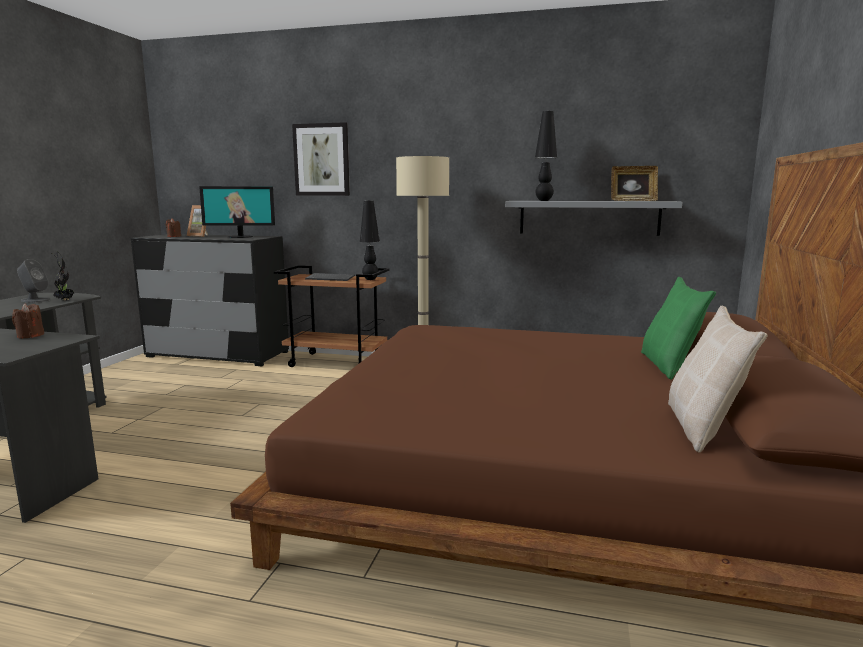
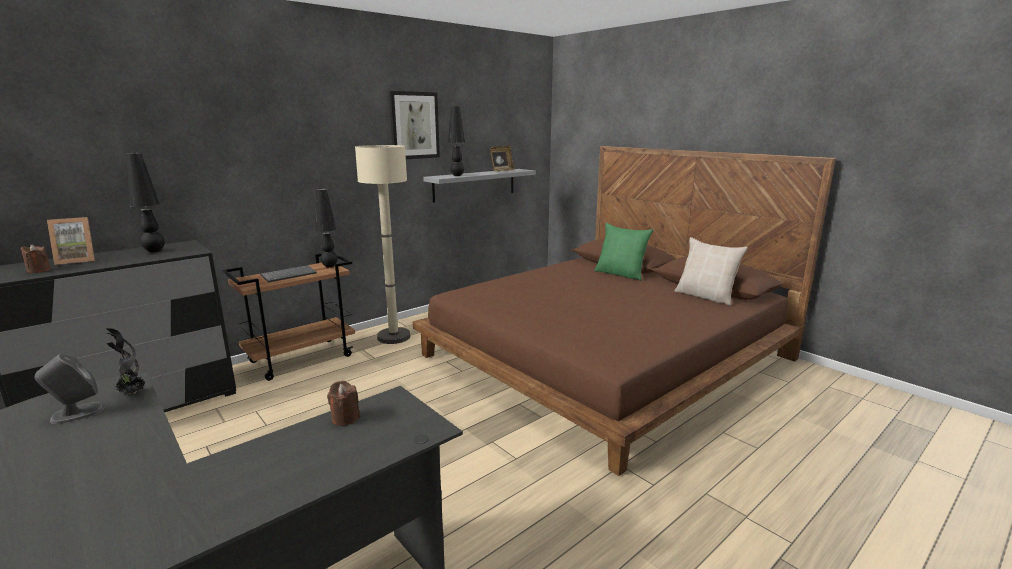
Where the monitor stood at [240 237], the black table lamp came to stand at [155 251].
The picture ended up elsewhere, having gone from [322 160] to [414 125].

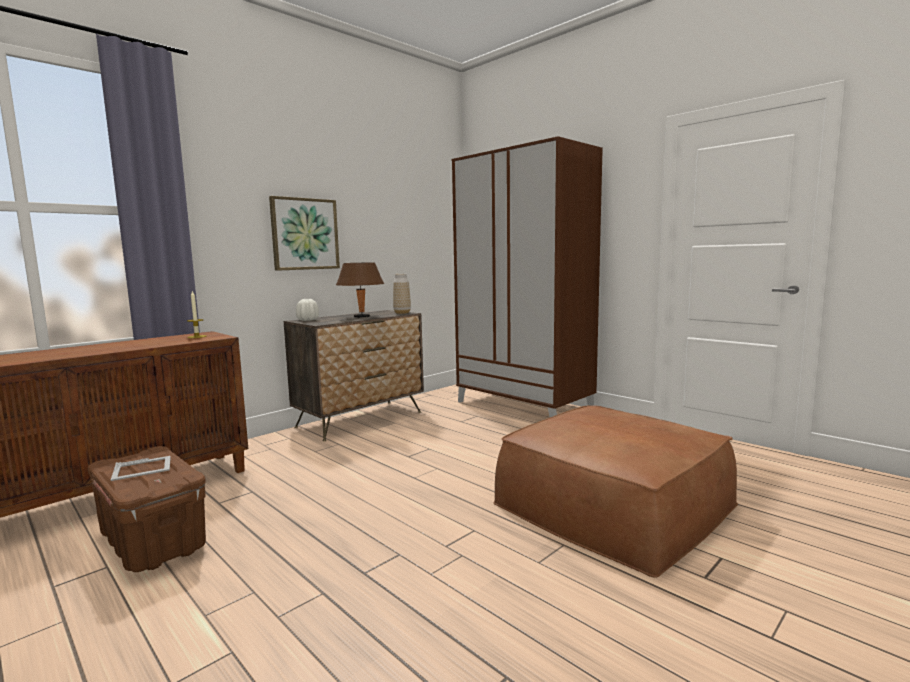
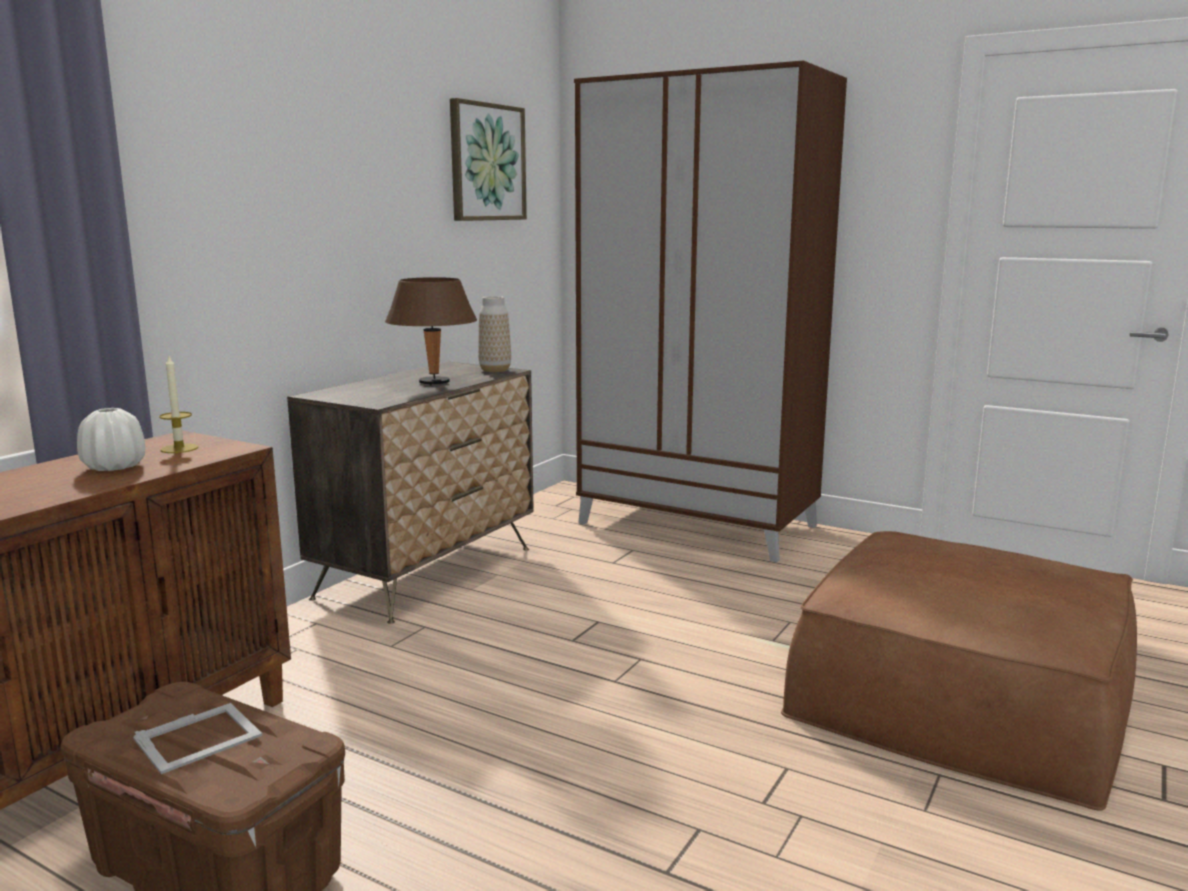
The white vase ended up elsewhere, having gone from [308 320] to [115 467].
The picture ended up elsewhere, having gone from [304 234] to [486 162].

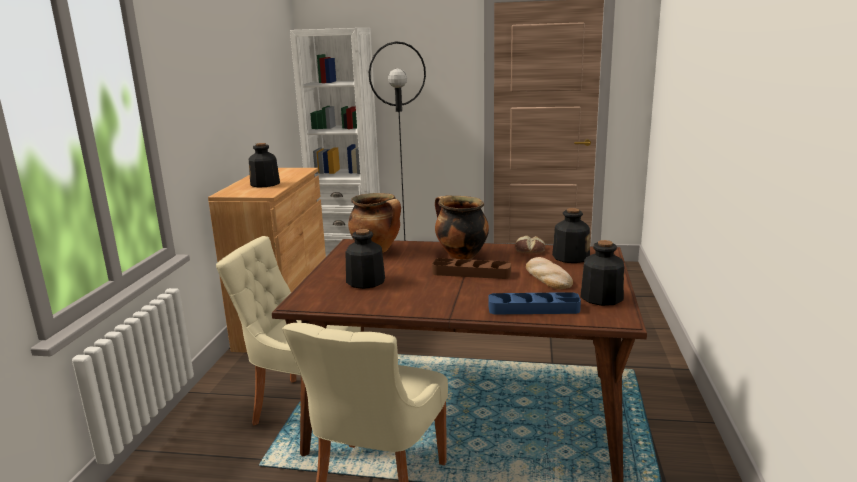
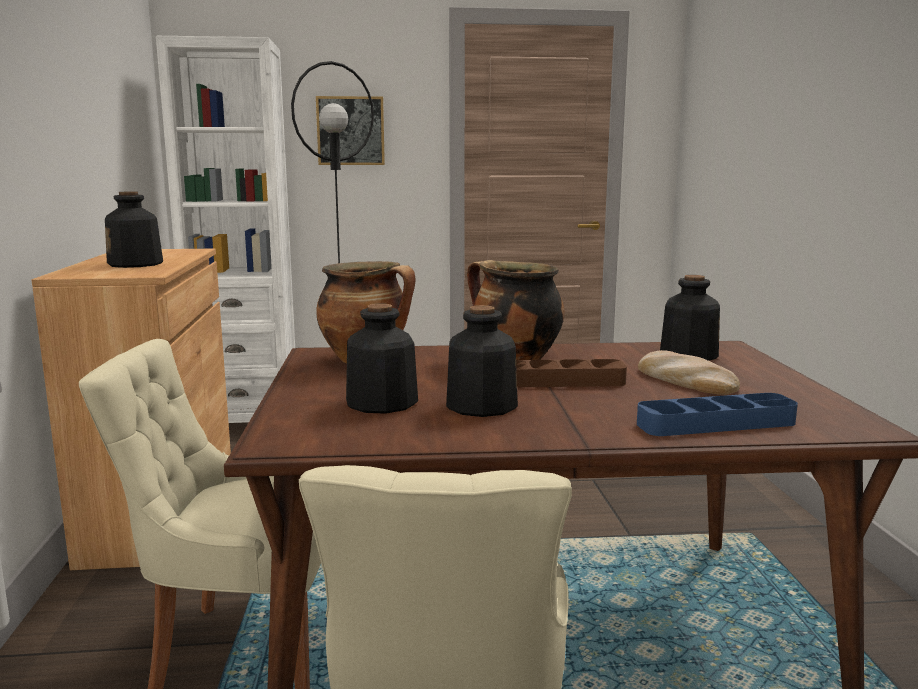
The second view gained the picture at [350 131].
The bottle ended up elsewhere, having gone from [601 297] to [480 406].
The second view lost the bread at [529 250].

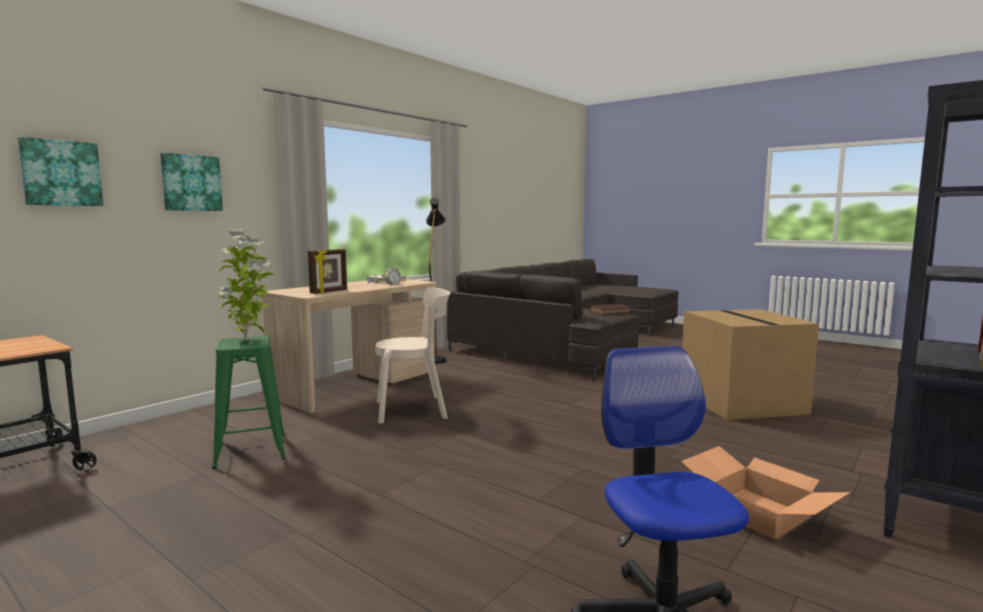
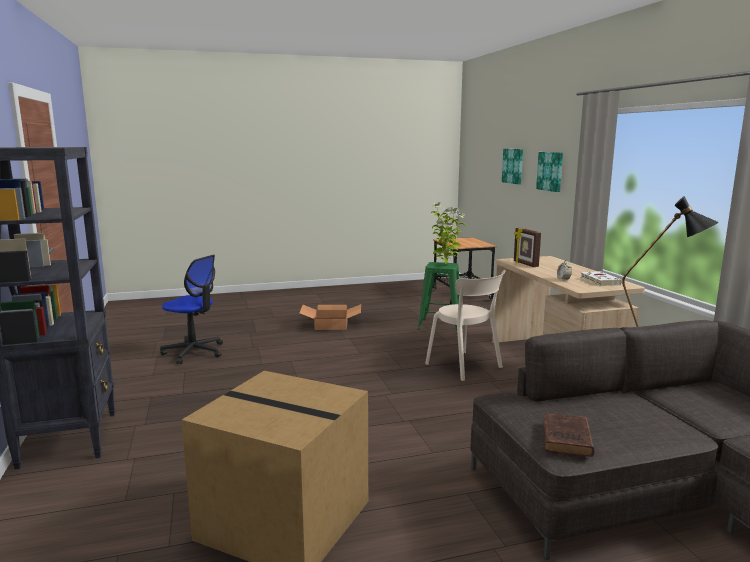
The cardboard box ended up elsewhere, having gone from [755 512] to [332 324].
The beige chair at [415 409] ended up facing another way, 60 degrees counterclockwise from before.

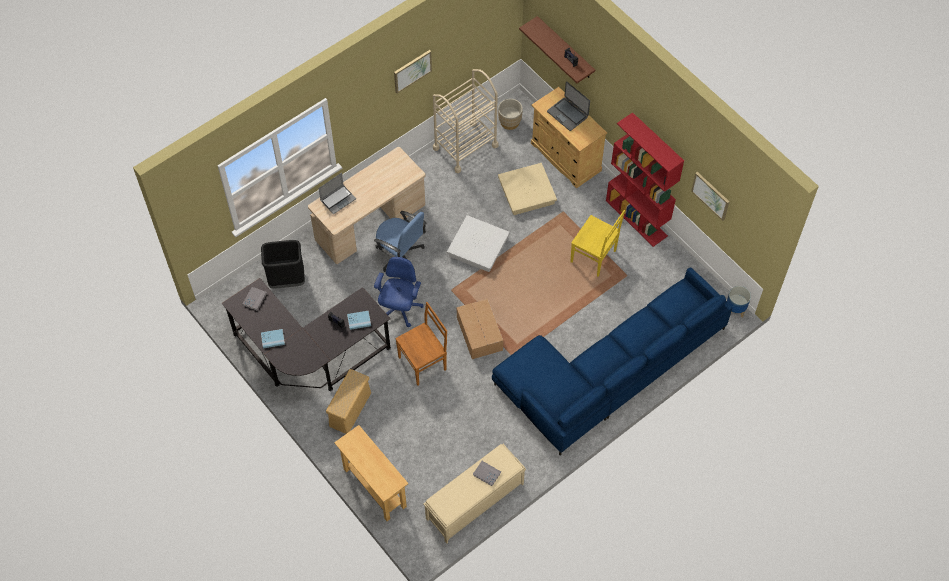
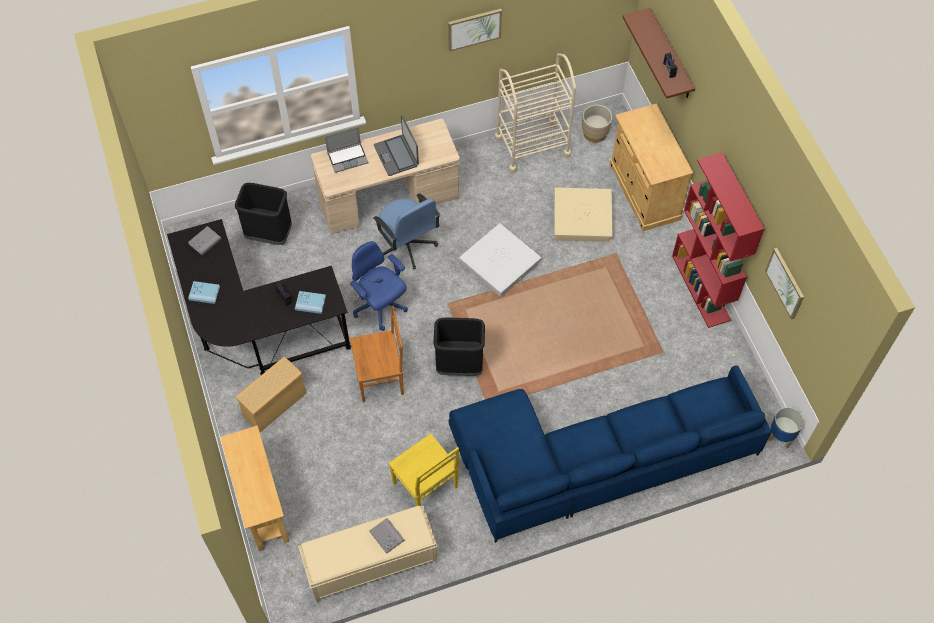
The blue office chair at [399 309] ended up facing another way, 75 degrees counterclockwise from before.
The laptop ended up elsewhere, having gone from [568 114] to [396 155].
The yellow chair ended up elsewhere, having gone from [594 257] to [426 487].
Where the cardboard box stood at [479 334], the black trash can came to stand at [459 366].

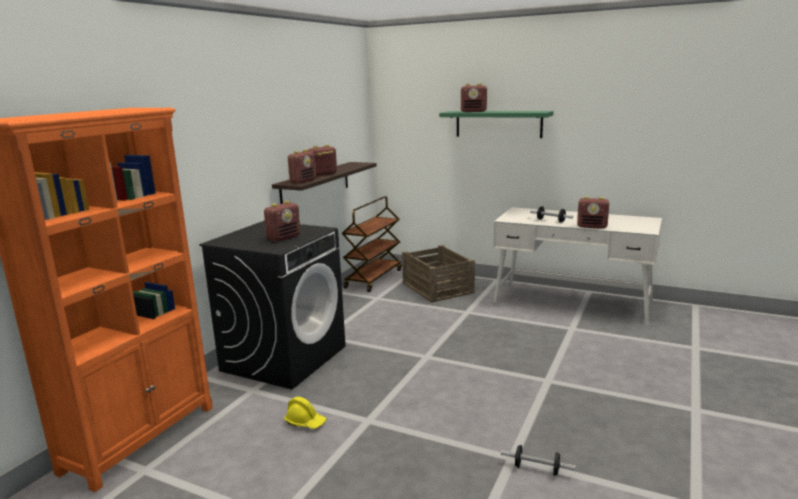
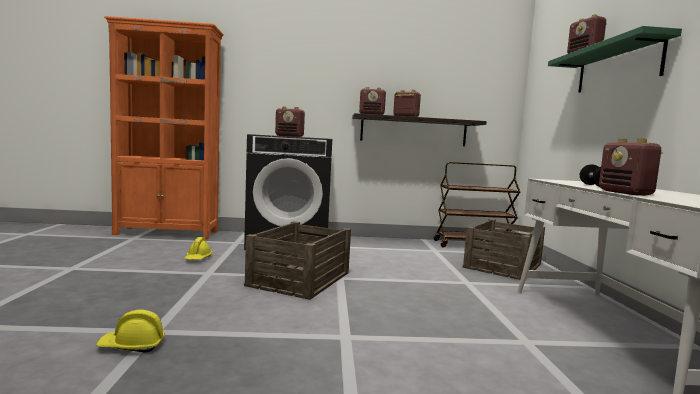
Where the dumbbell stood at [537 469], the yellow hard hat came to stand at [132 346].
The second view gained the crate at [300 279].

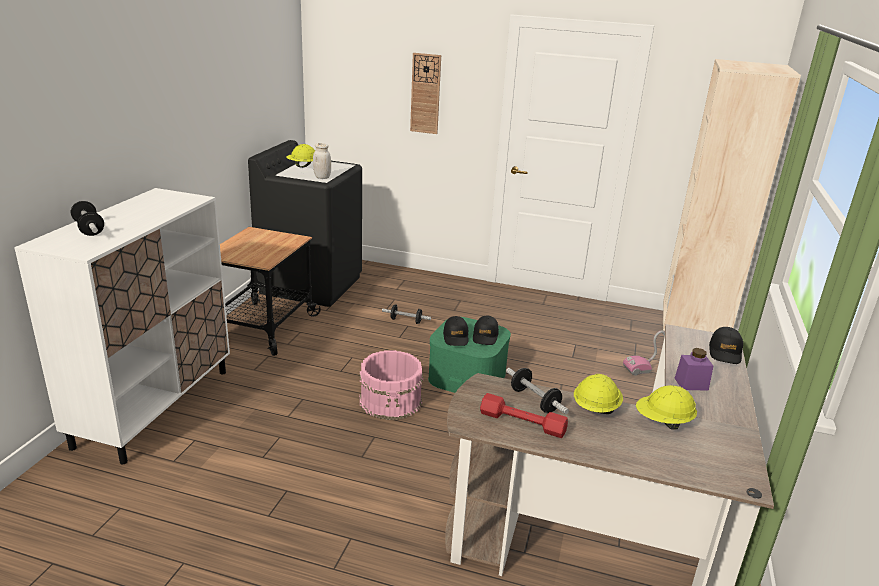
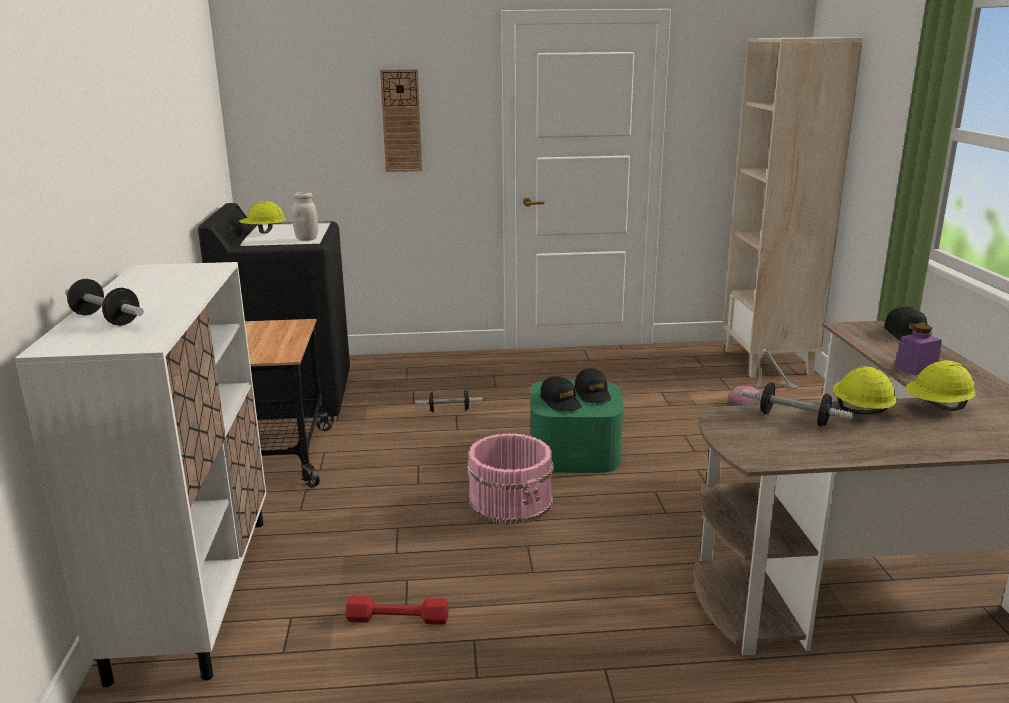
The red dumbbell ended up elsewhere, having gone from [522 422] to [398 618].

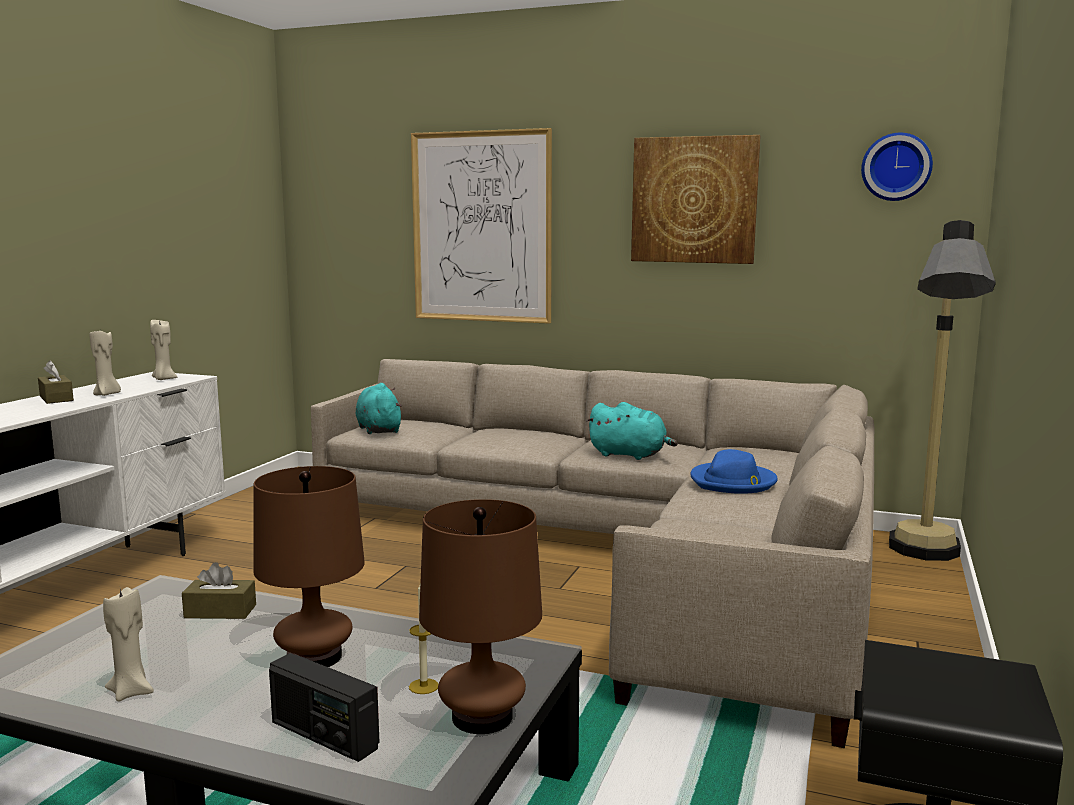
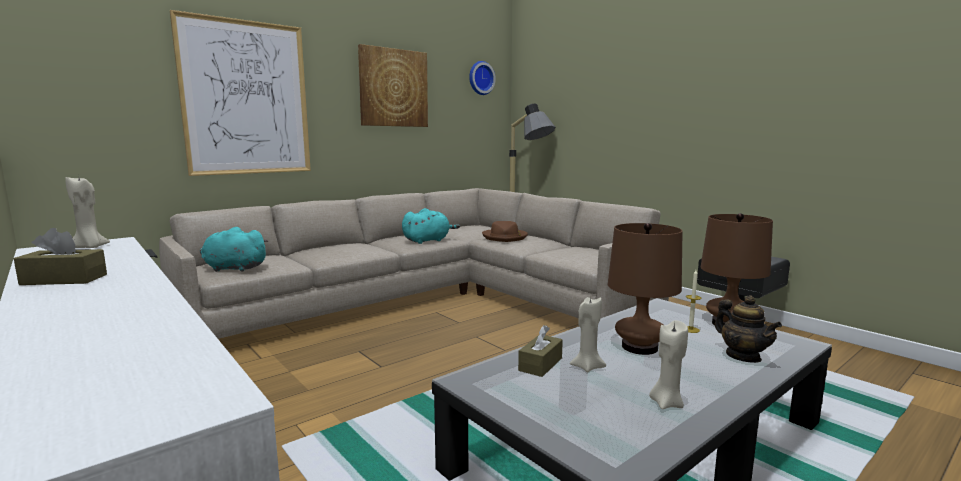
What was the blue hat at [733 482] turned into the brown hat at [505 237].
The beige candle ended up elsewhere, having gone from [107 394] to [587 367].
Where the radio stood at [323 735], the teapot came to stand at [743 356].

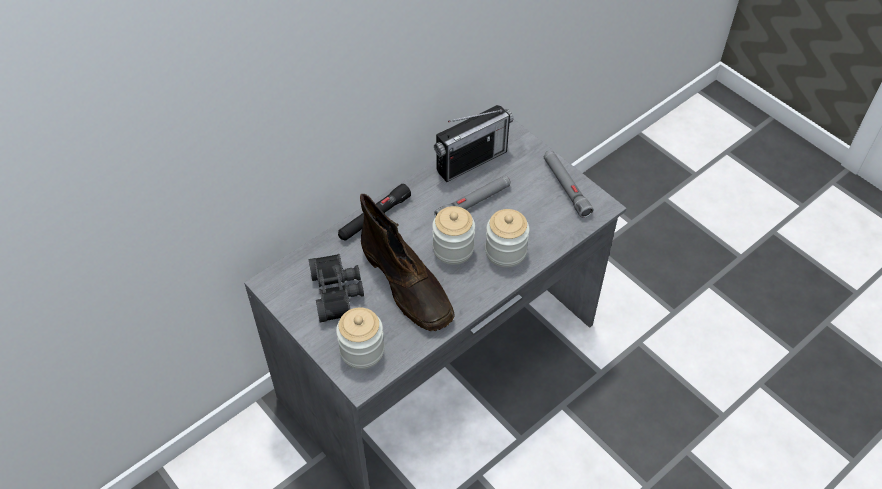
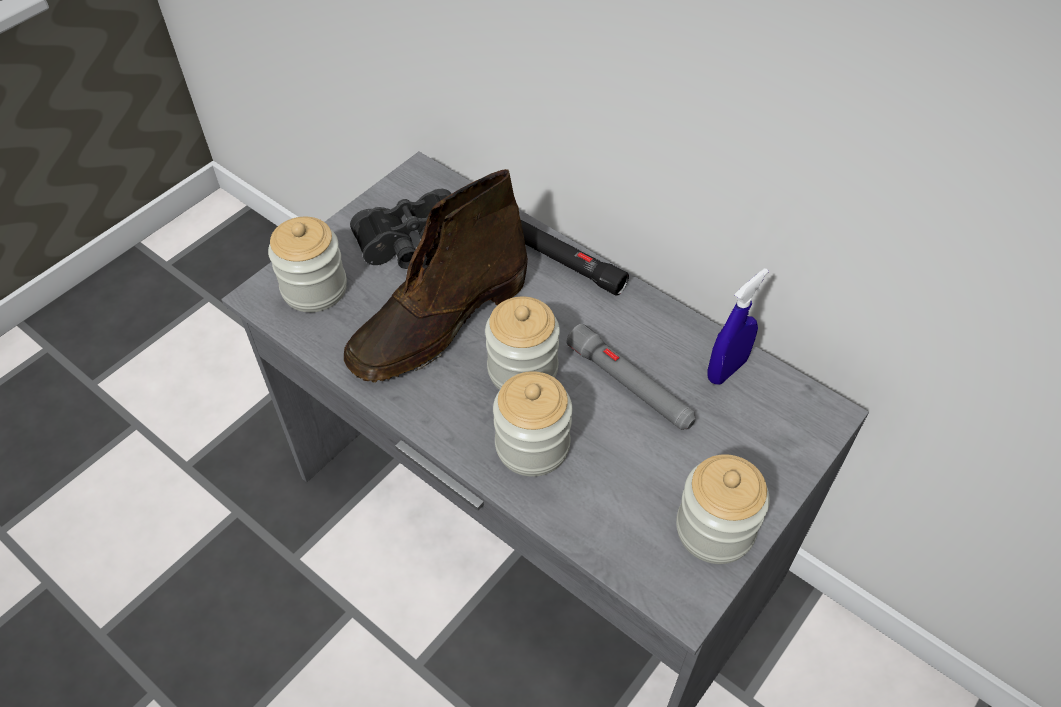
Where the grey flashlight stood at [566 187], the jar came to stand at [715 529].
Where the radio stood at [471 161], the blue spray bottle came to stand at [726 370].

